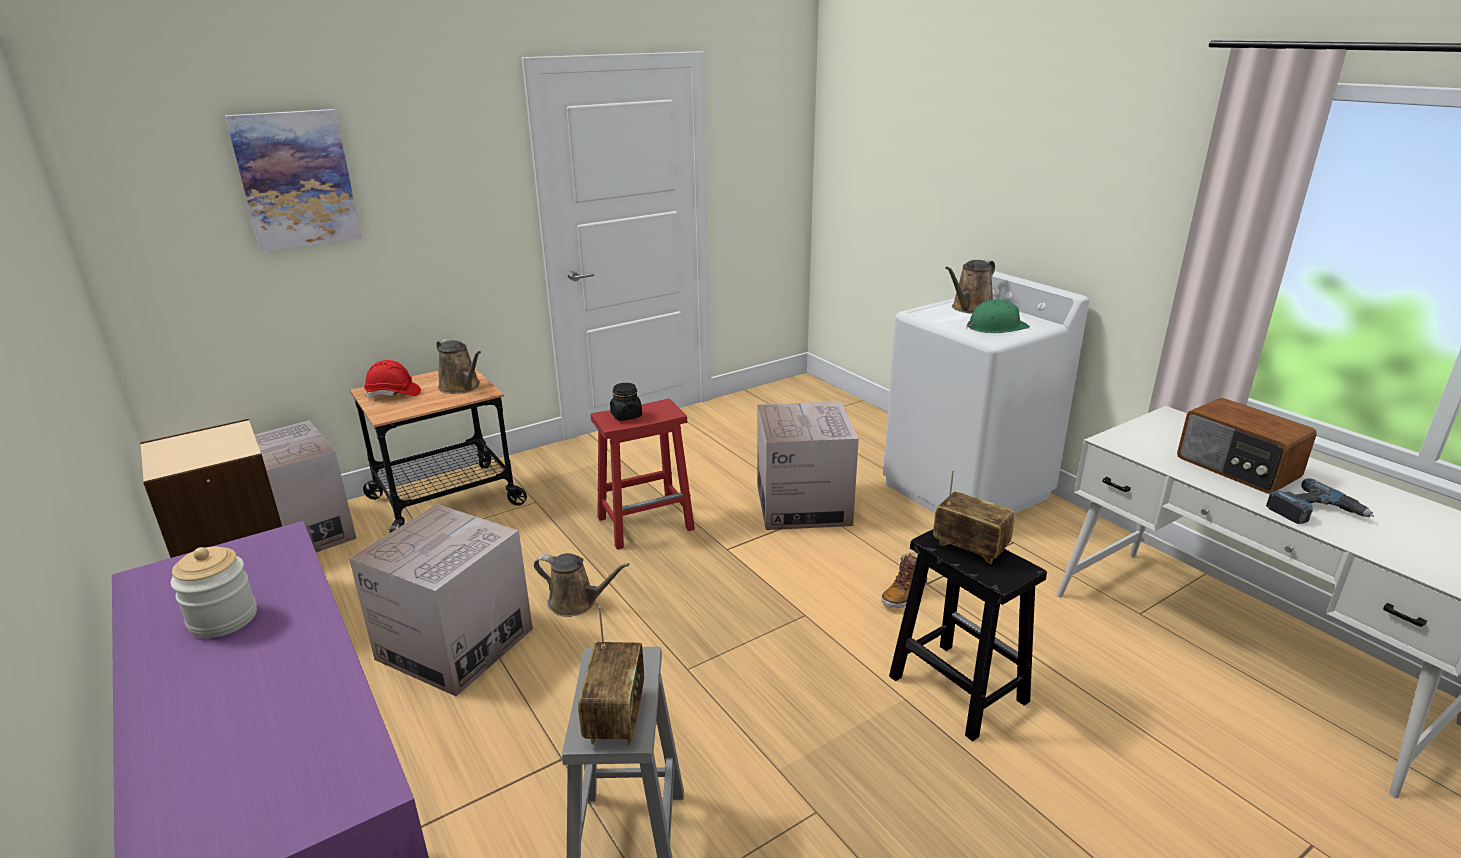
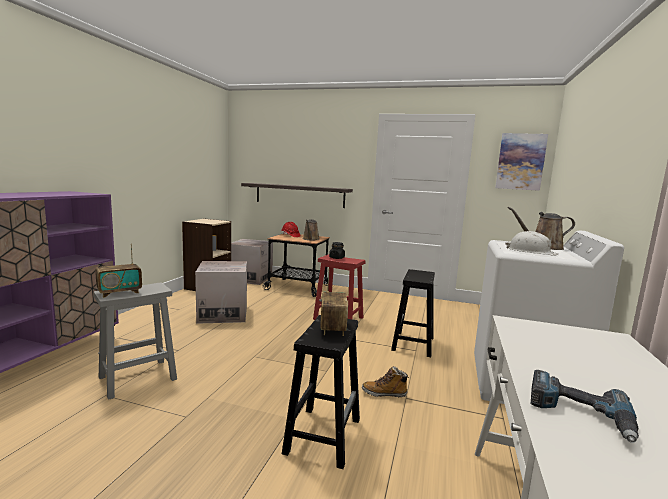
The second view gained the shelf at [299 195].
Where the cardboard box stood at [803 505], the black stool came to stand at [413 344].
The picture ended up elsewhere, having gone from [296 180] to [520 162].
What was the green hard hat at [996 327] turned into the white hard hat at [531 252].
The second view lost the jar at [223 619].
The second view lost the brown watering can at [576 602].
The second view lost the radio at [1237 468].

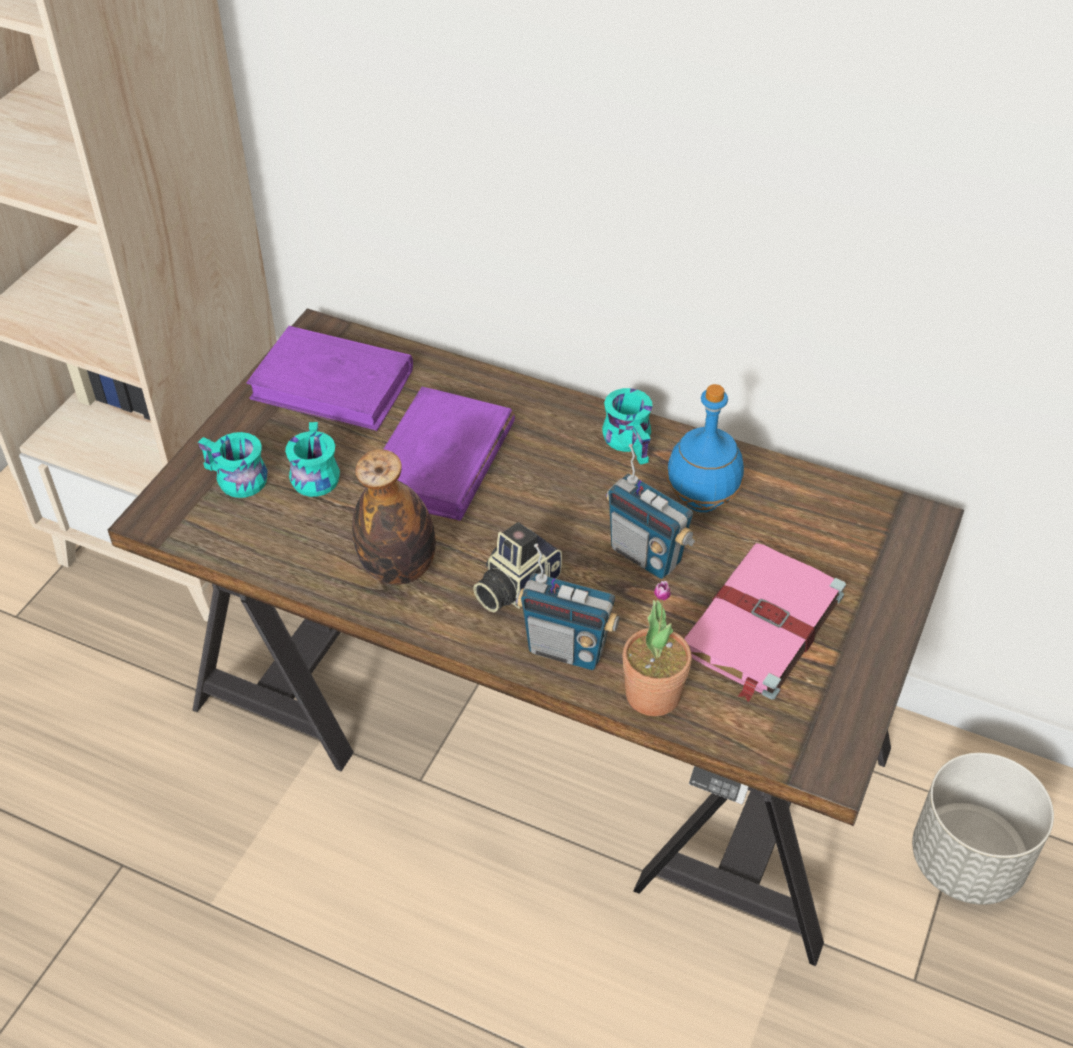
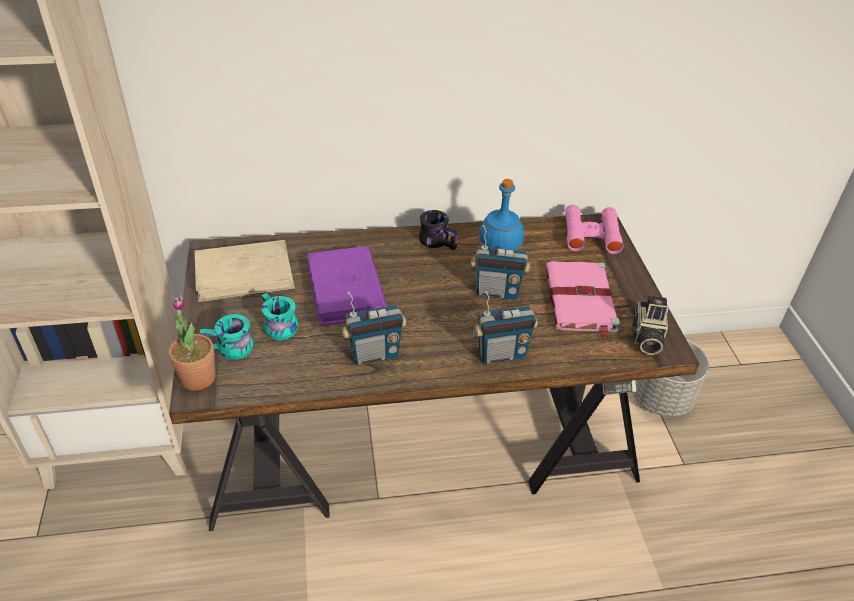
The potted plant ended up elsewhere, having gone from [653 694] to [198 378].
What was the purple book at [333 385] turned into the beige book at [245 275].
Where the bottle stood at [398 568], the radio came to stand at [374 354].
What was the turquoise mug at [633 440] turned into the black mug at [438 240].
The second view gained the pink binoculars at [591 235].
The photo camera ended up elsewhere, having gone from [514 586] to [645 337].

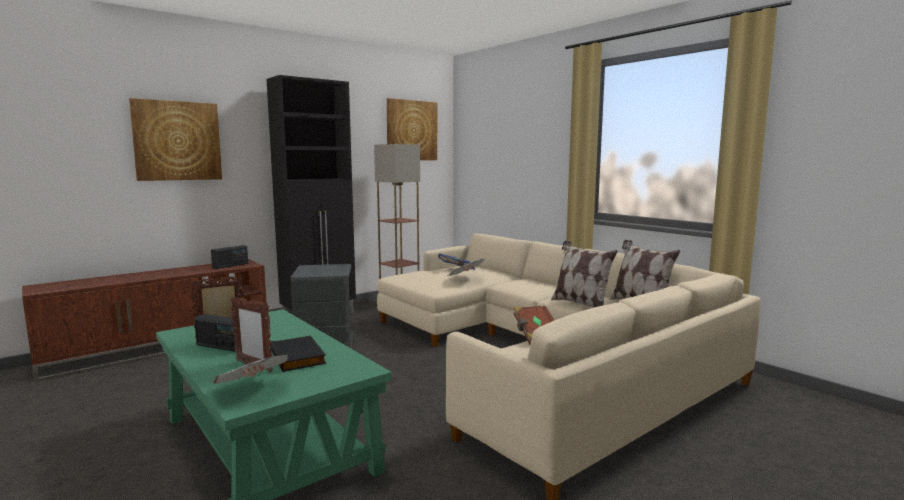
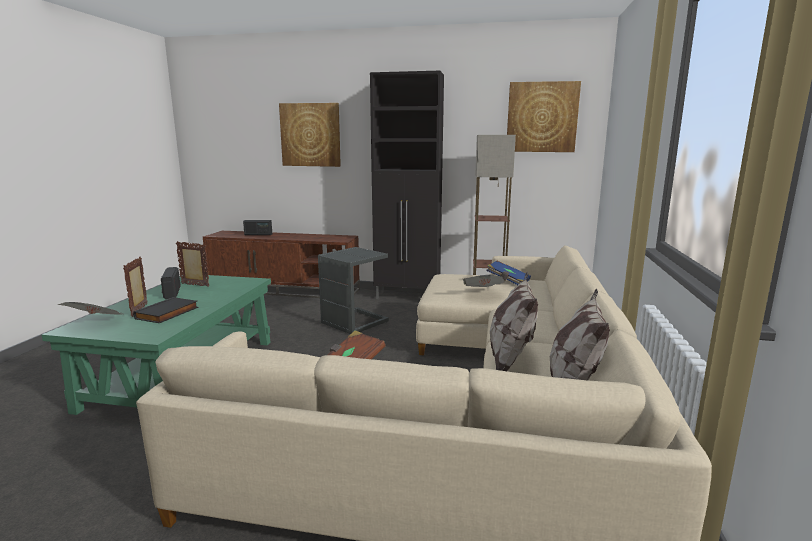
The radio ended up elsewhere, having gone from [230 265] to [258 234].

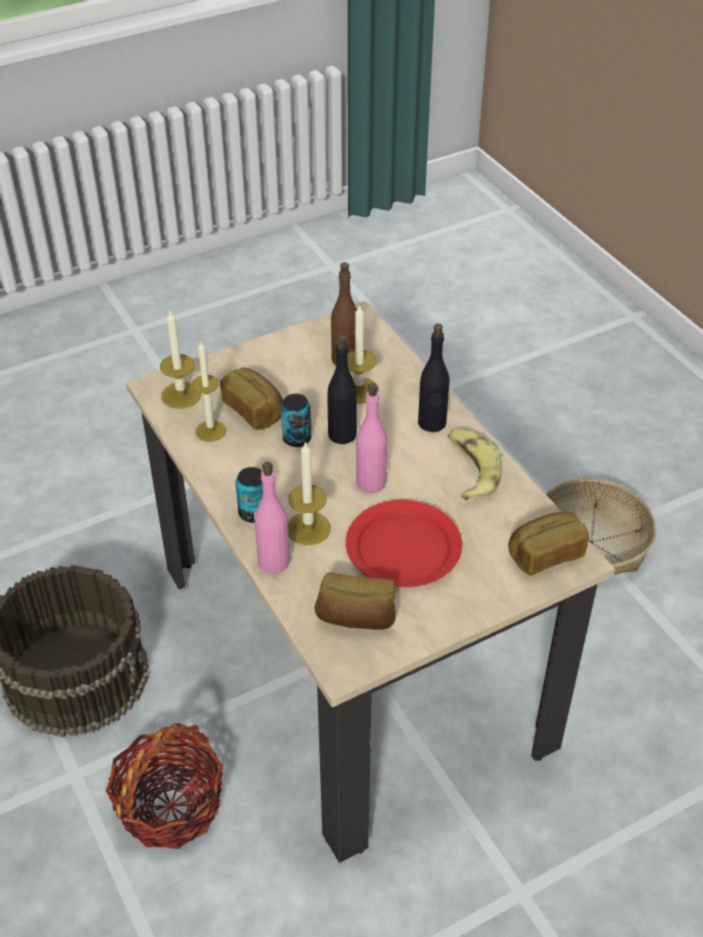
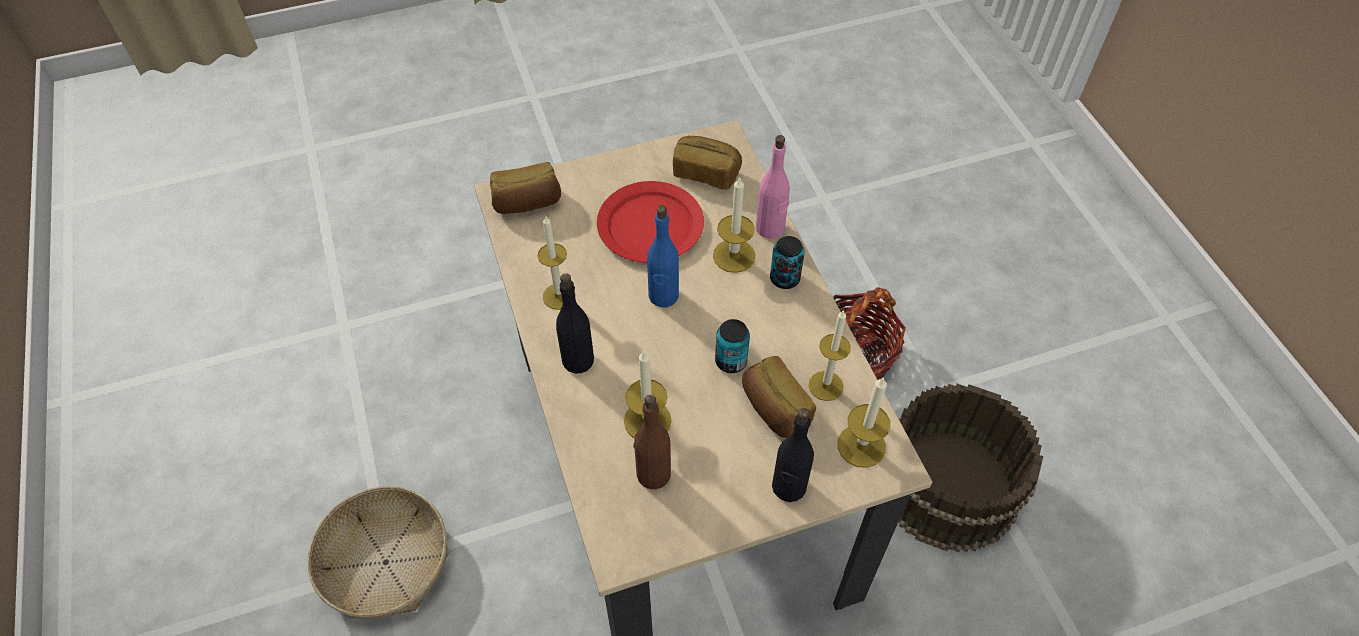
Where the banana stood at [470 469], the candle came to stand at [559 296].
What was the pink bottle at [371 482] turned into the blue bottle at [663 296].
The black bottle ended up elsewhere, having gone from [342 434] to [788 487].

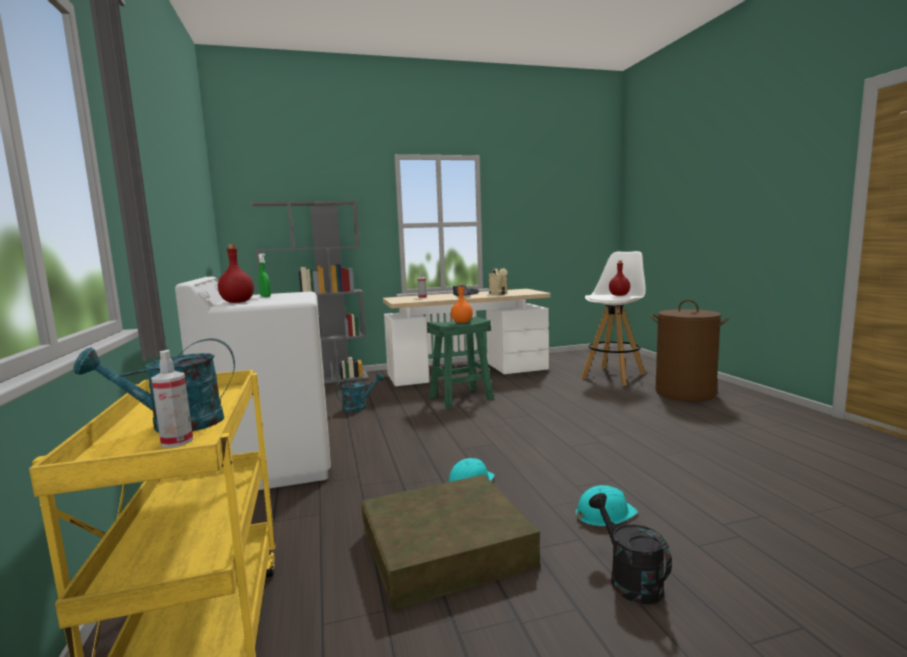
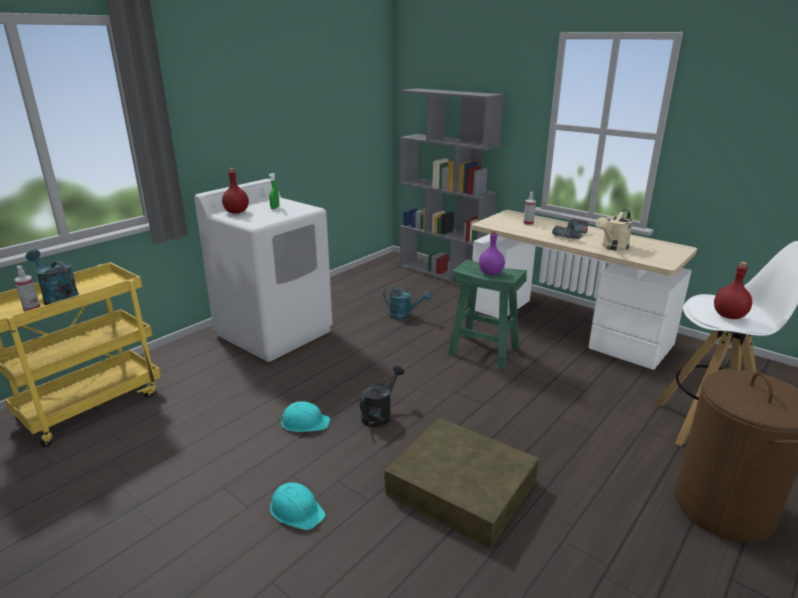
The black watering can ended up elsewhere, having gone from [629 579] to [379 414].
The brown storage box ended up elsewhere, having gone from [446 548] to [461 487].
What was the orange bottle at [461 322] turned into the purple bottle at [490 273].

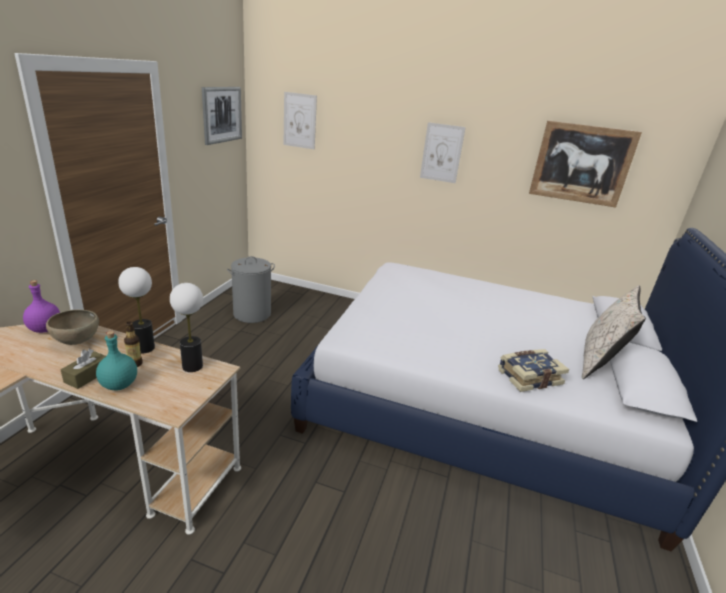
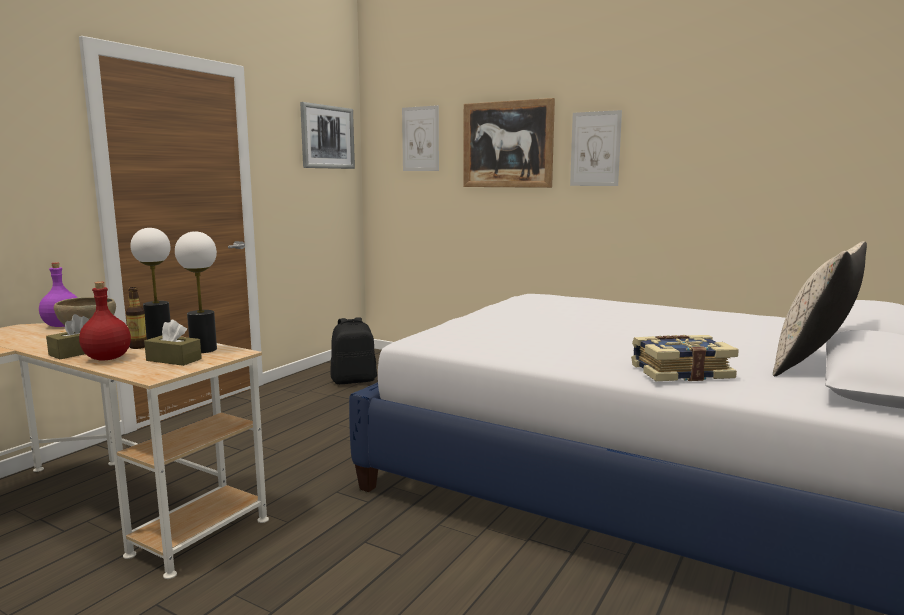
What was the turquoise bottle at [119 385] turned into the red bottle at [107 358].
The second view gained the brown tissue box at [174 360].
Where the grey laundry basket stood at [252 314], the black backpack came to stand at [354 380].
The picture ended up elsewhere, having gone from [581 164] to [507 144].

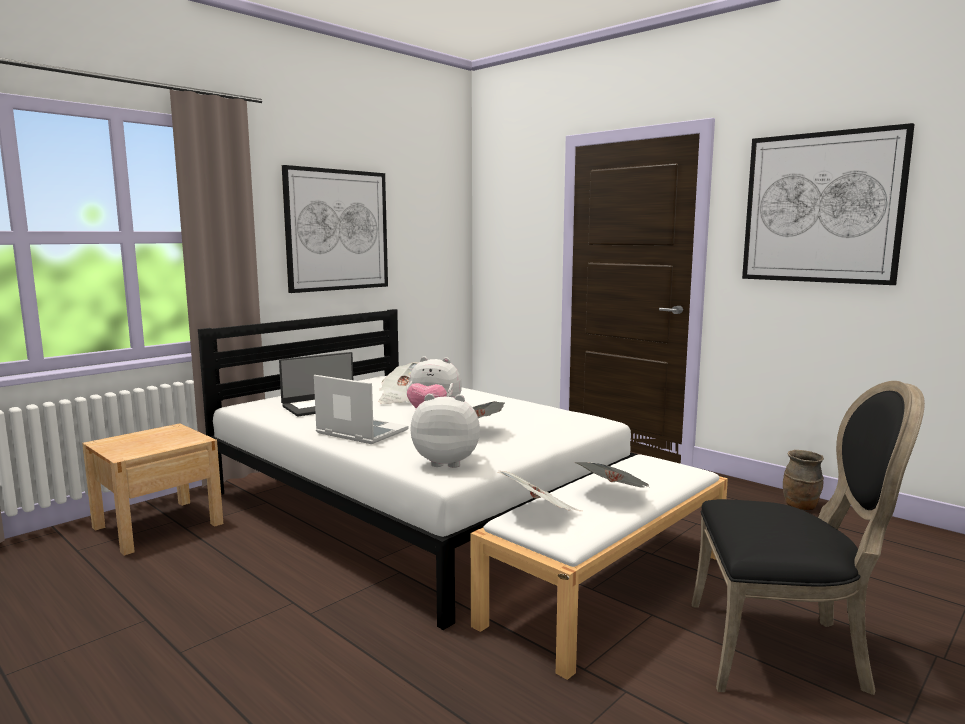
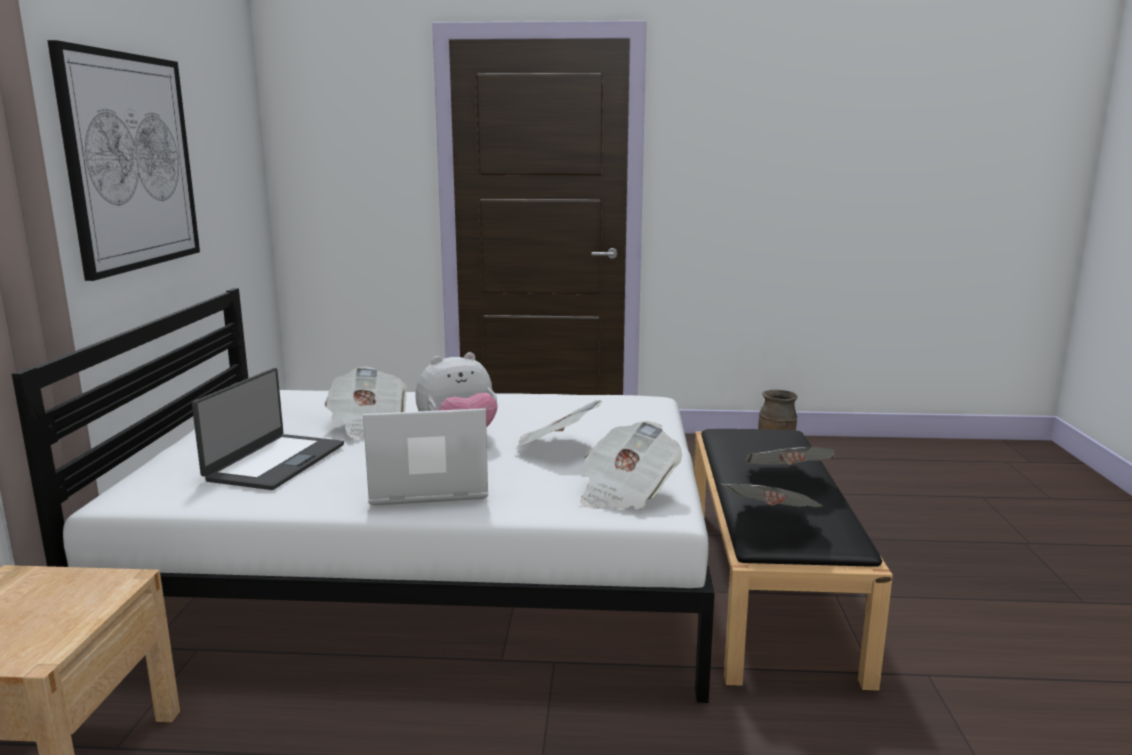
Where the plush toy stood at [447 462], the newspaper came to stand at [625 493].
What was the white bench at [608 587] turned into the black bench at [765 584].
The second view lost the black chair at [783 650].
The second view lost the picture at [821 208].

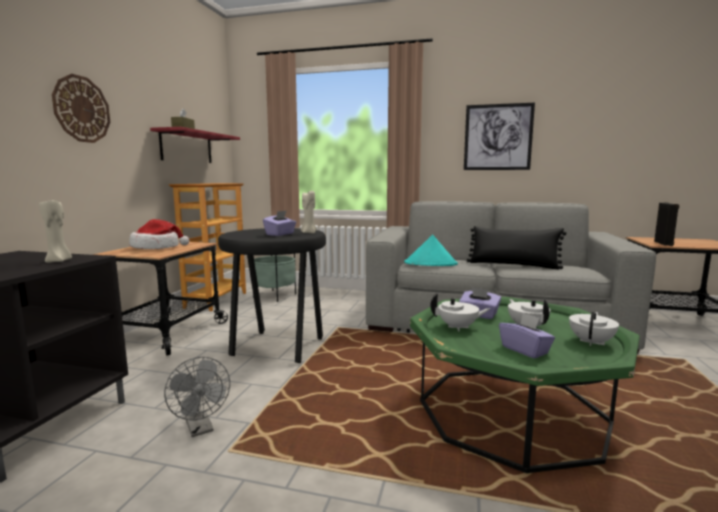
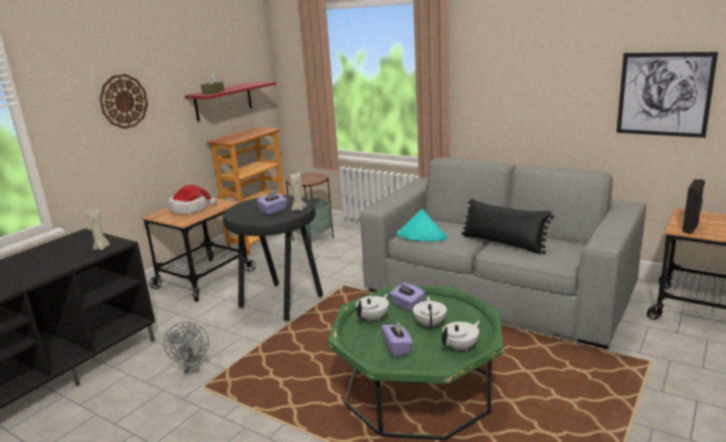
The white teapot at [458 327] ended up facing another way, 75 degrees counterclockwise from before.
The picture ended up elsewhere, having gone from [498 137] to [664 94].

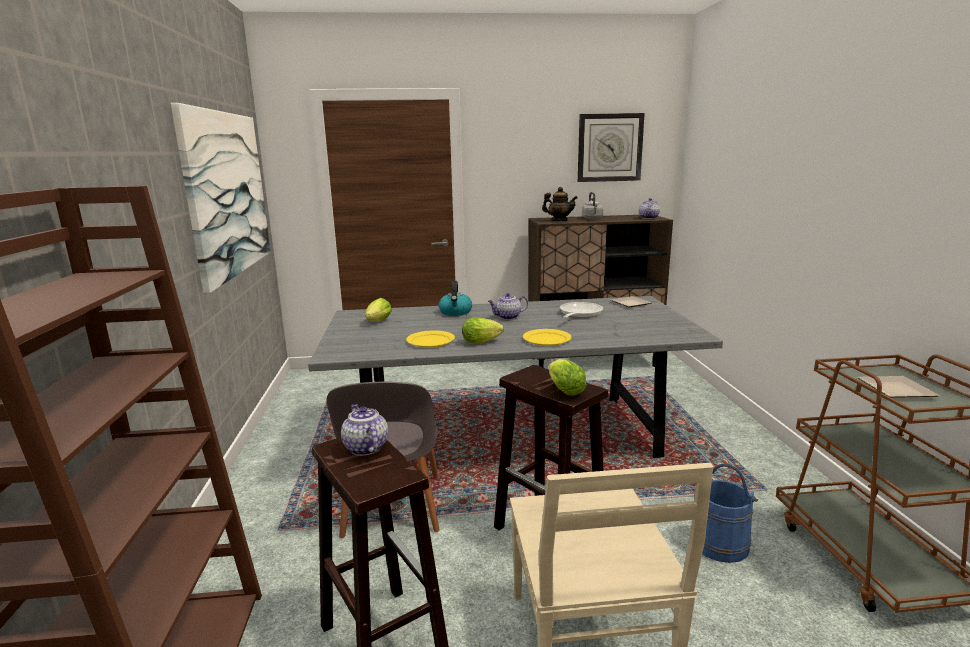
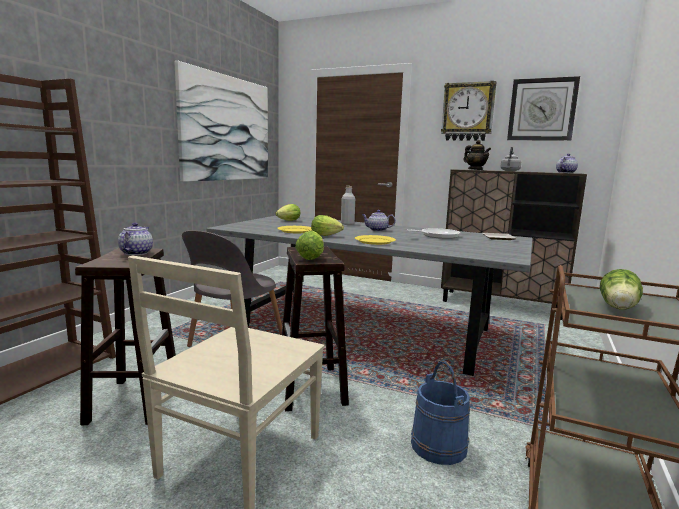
Where the kettle stood at [455 312], the grey bottle came to stand at [347 224].
The second view gained the wall clock at [468 112].
Where the plate stood at [896 389], the lettuce came to stand at [618 308].

